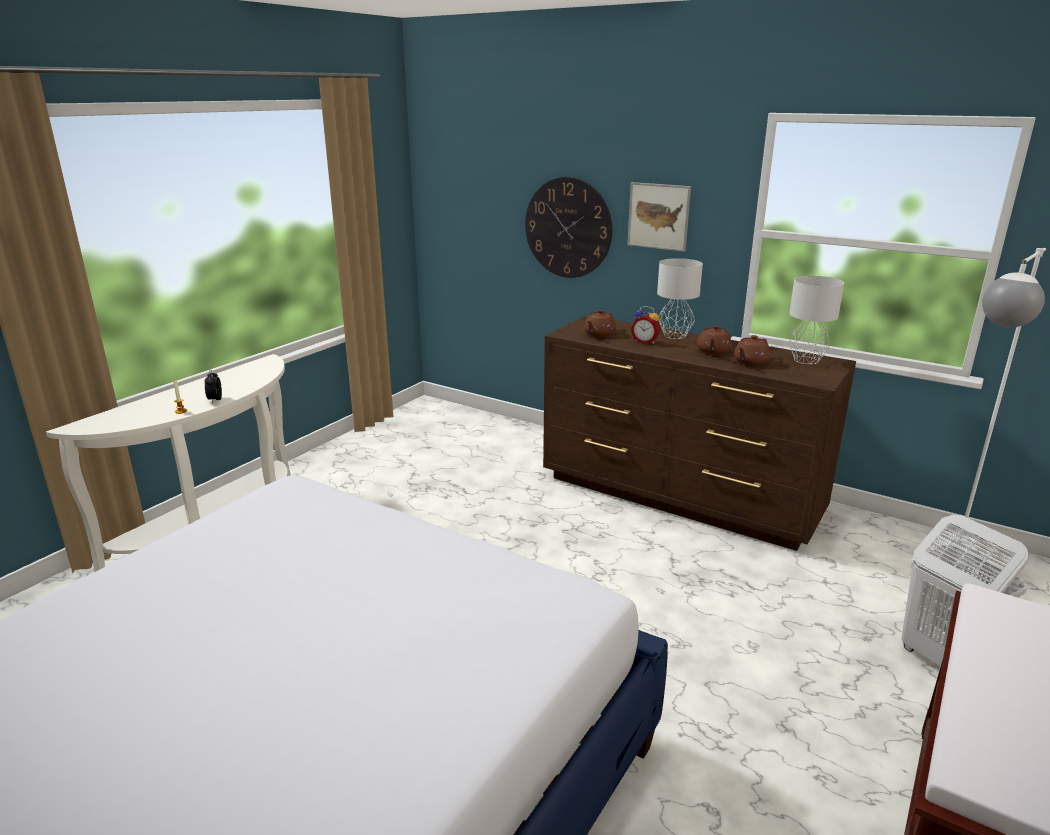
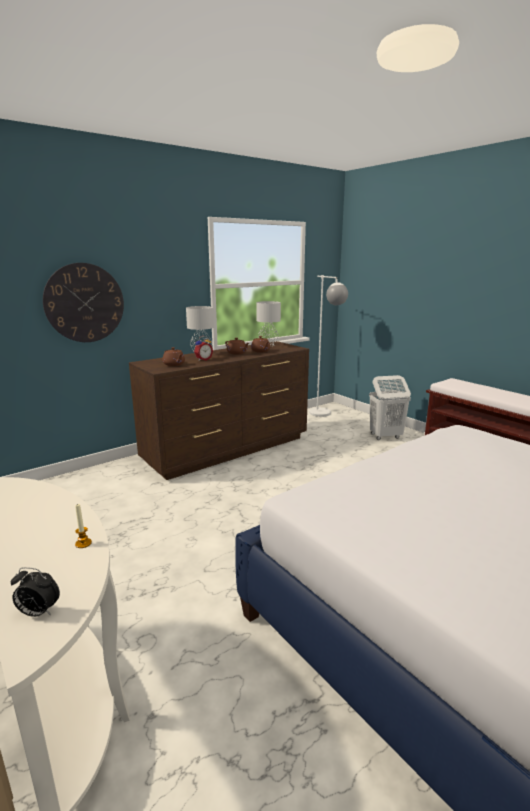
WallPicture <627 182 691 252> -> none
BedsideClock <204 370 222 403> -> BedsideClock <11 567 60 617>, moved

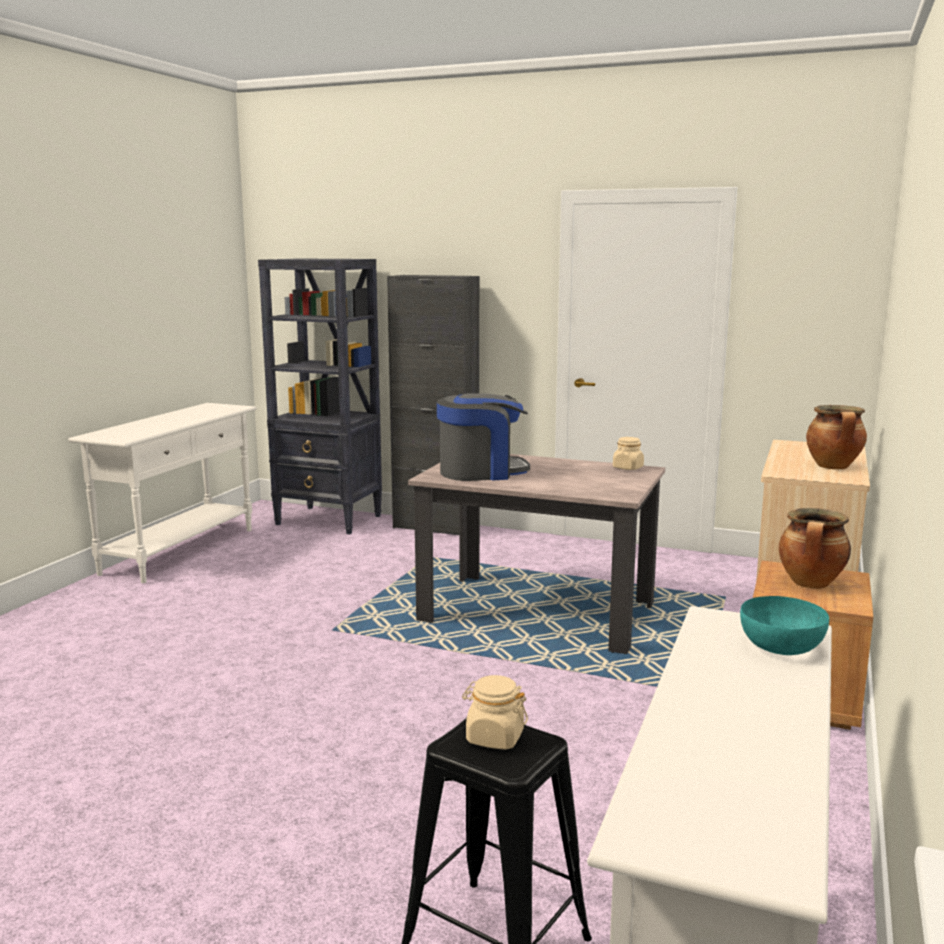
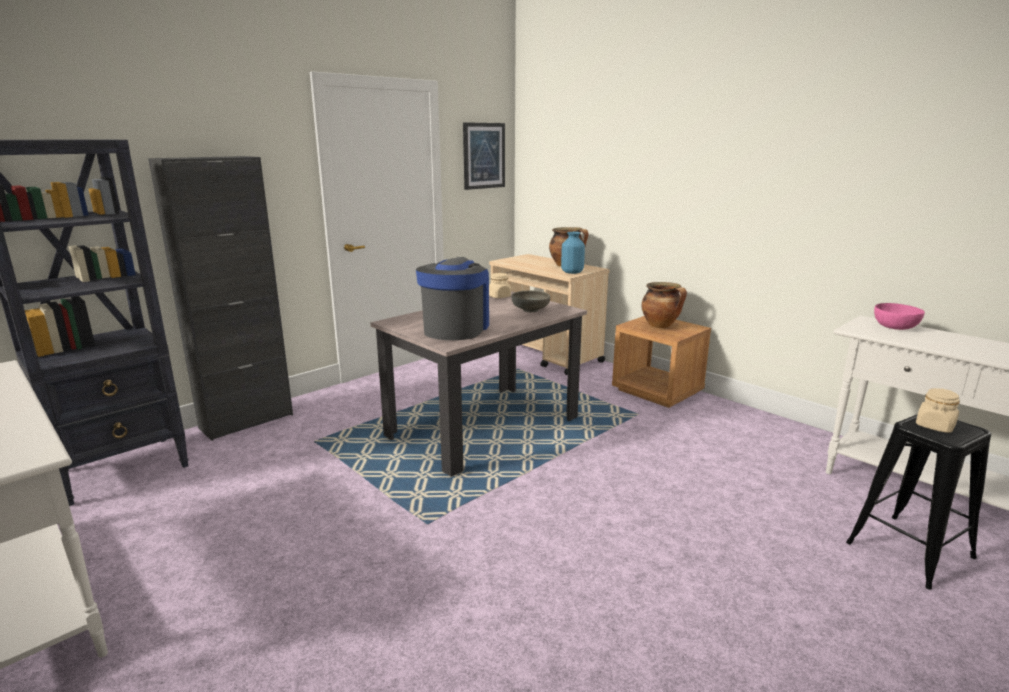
TurquoiseBowl <740 596 829 655> -> PinkColouredBowl <874 303 925 330>
none -> WallPicture <463 122 505 190>
none -> BlueColouredVase <561 232 585 274>
none -> GrayBowl <512 290 550 312>

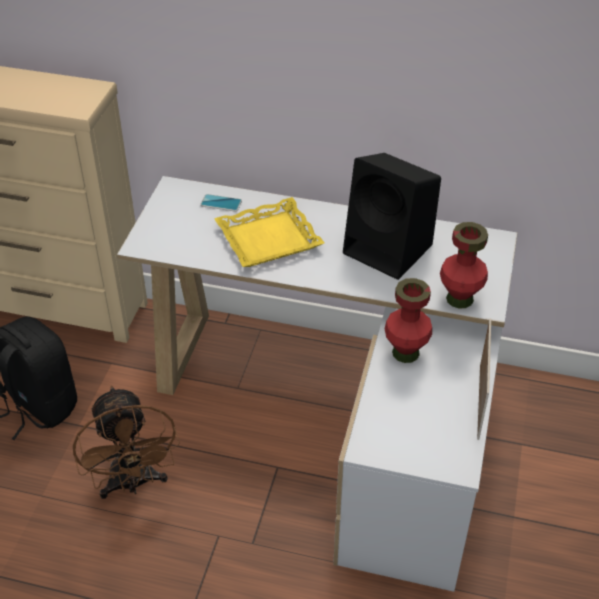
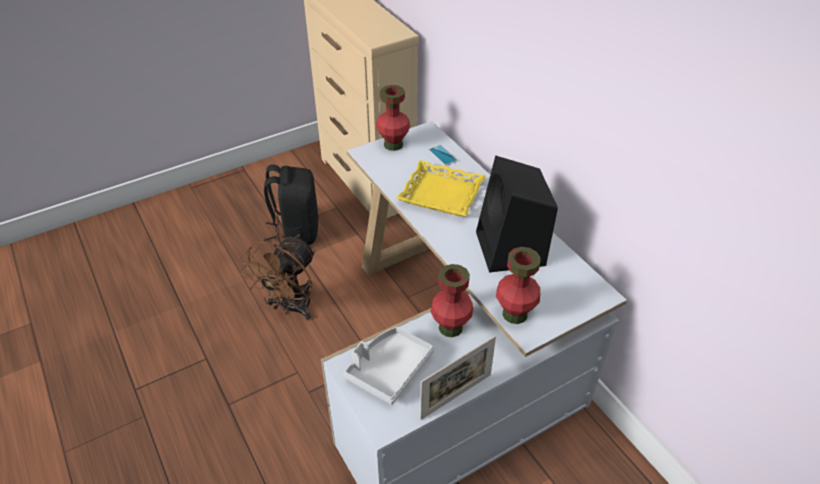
none -> RedVase <376 85 410 151>
none -> GrayTray <343 327 434 405>

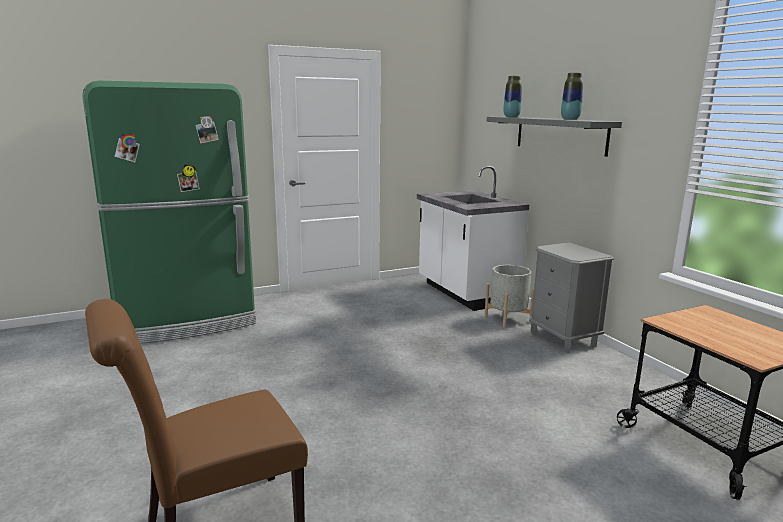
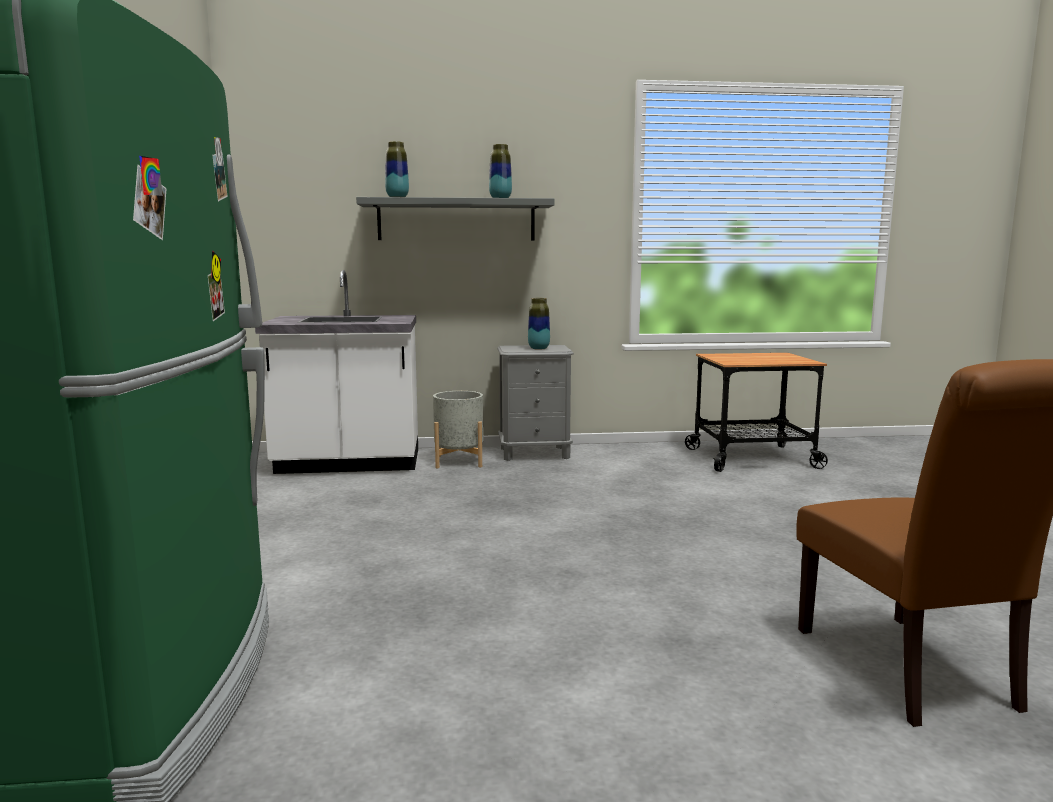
none -> Vase <528 298 550 350>

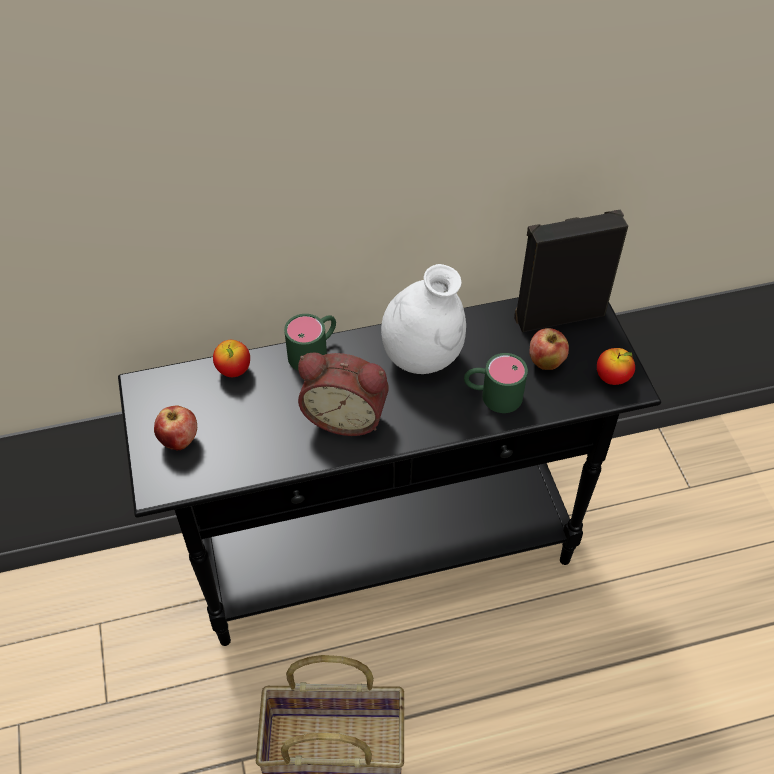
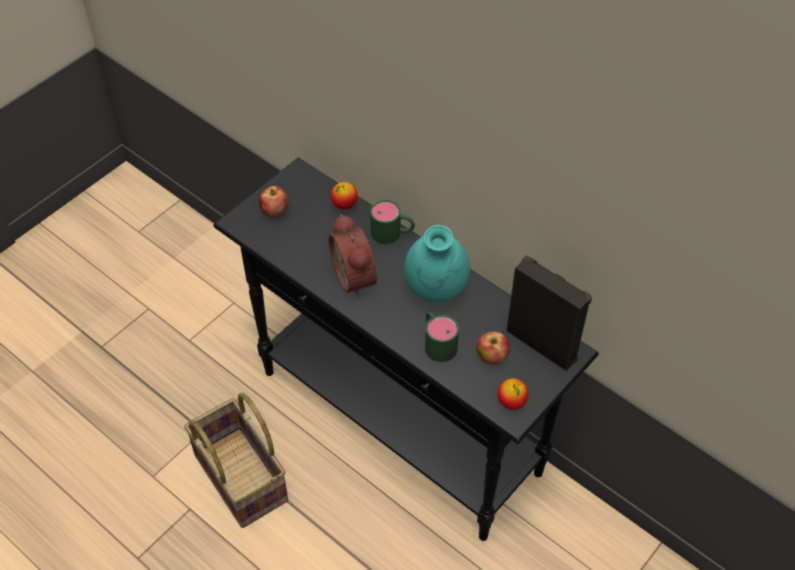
WhitishVase <381 264 466 374> -> TurquoiseVase <404 225 470 302>

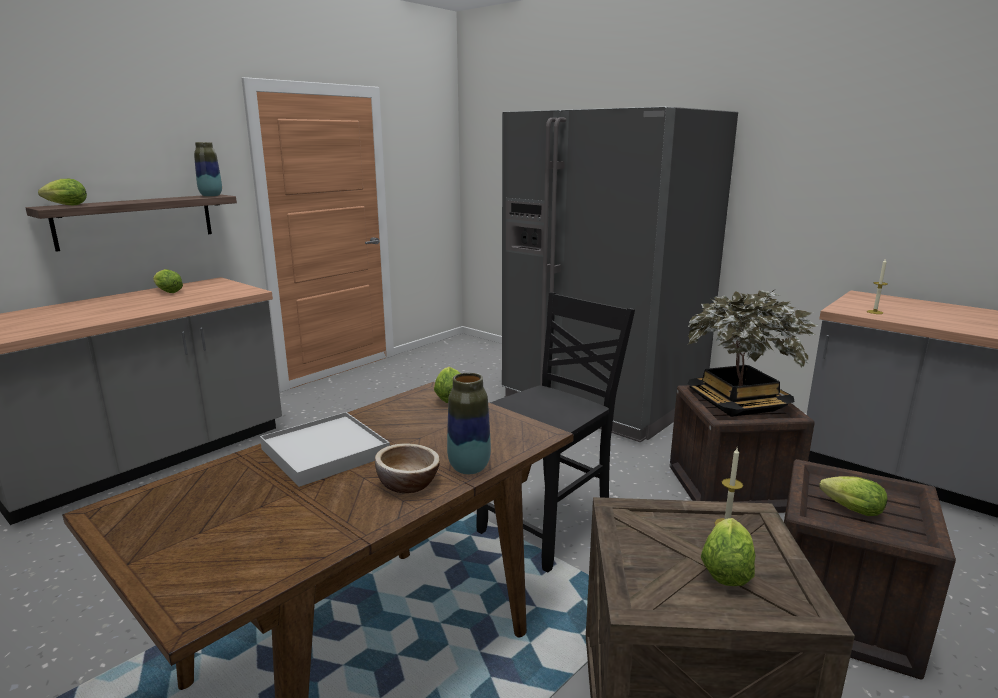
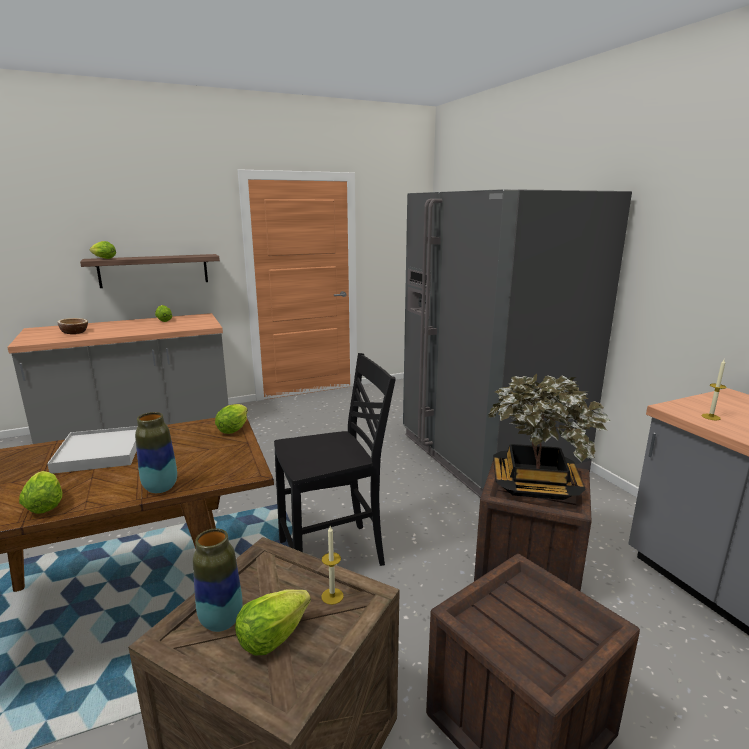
Vase <194 142 222 197> -> Vase <193 528 243 632>, moved
Bowl <375 443 440 493> -> Bowl <57 318 88 334>, moved
HeadOfLettuce <819 476 887 516> -> HeadOfLettuce <19 471 63 514>, moved

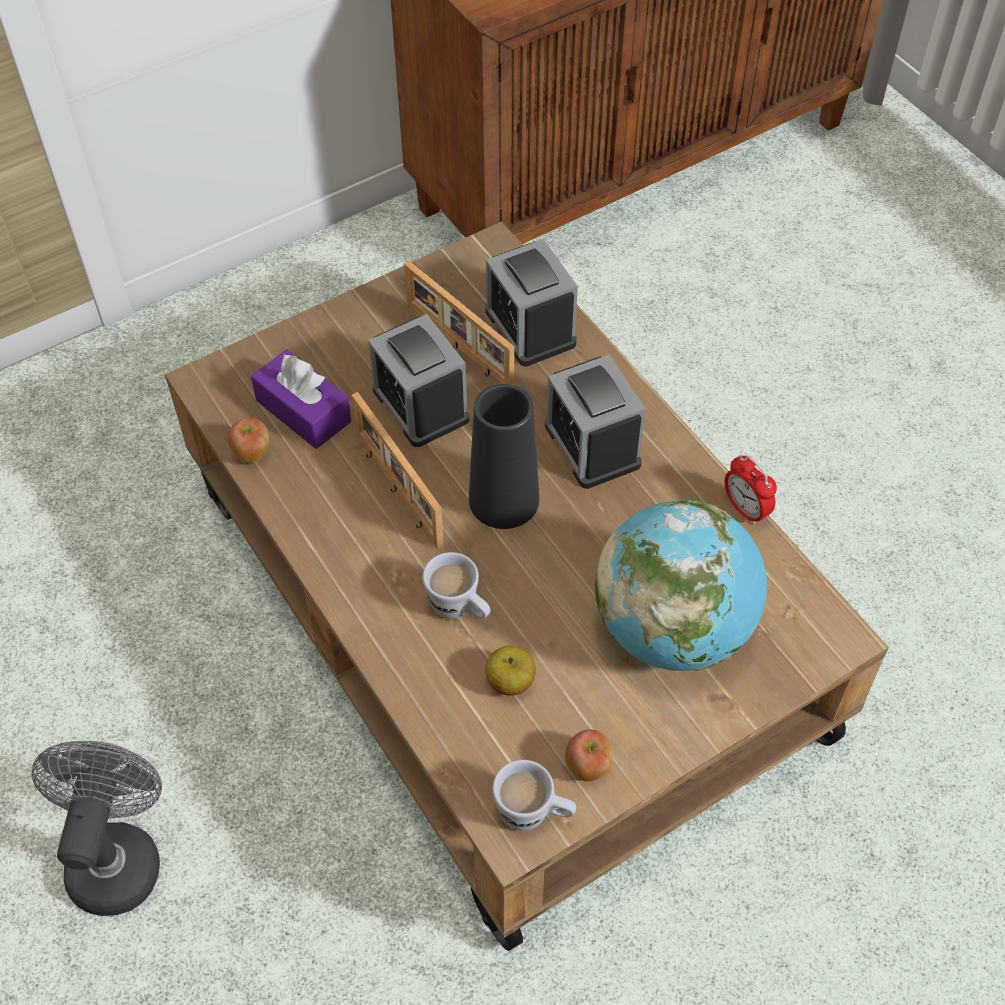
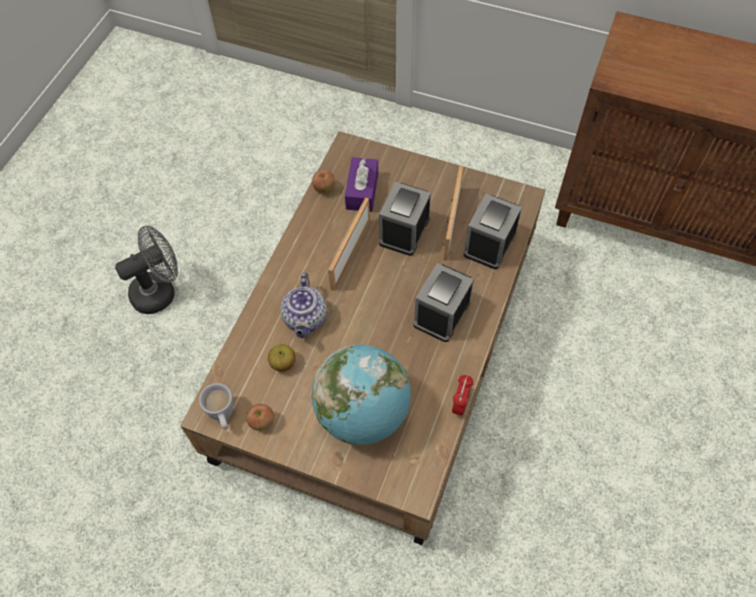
BlackColouredVase <469 384 539 529> -> none
WhitishMug <423 552 491 619> -> Teapot <280 273 327 338>

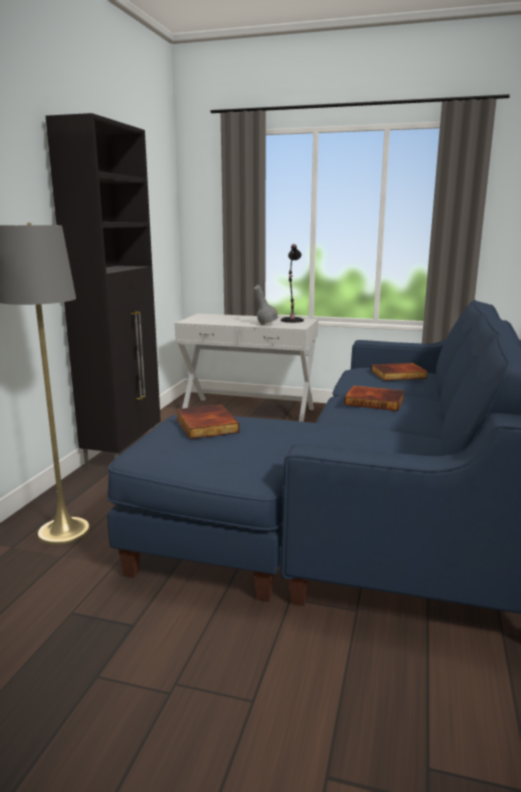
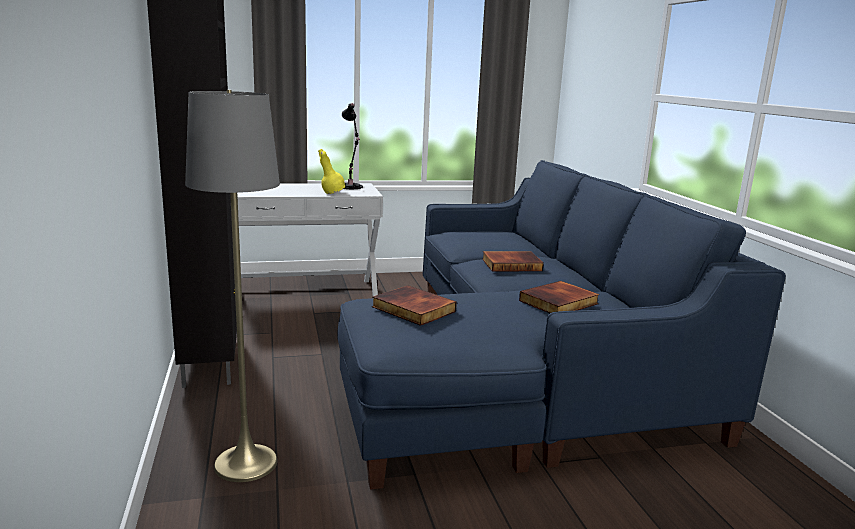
GrayVase <254 285 278 325> -> YellowVase <318 149 345 194>
BoundBook <371 363 428 381> -> BoundBook <519 281 599 313>, moved

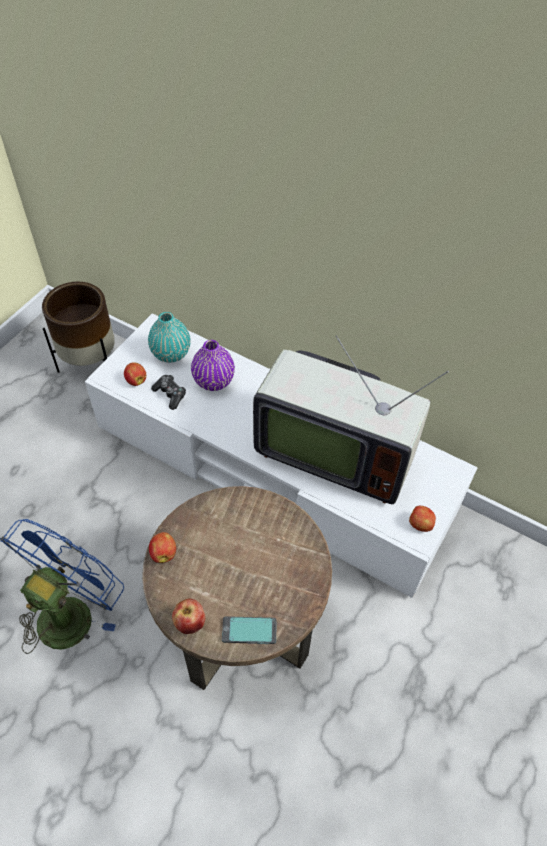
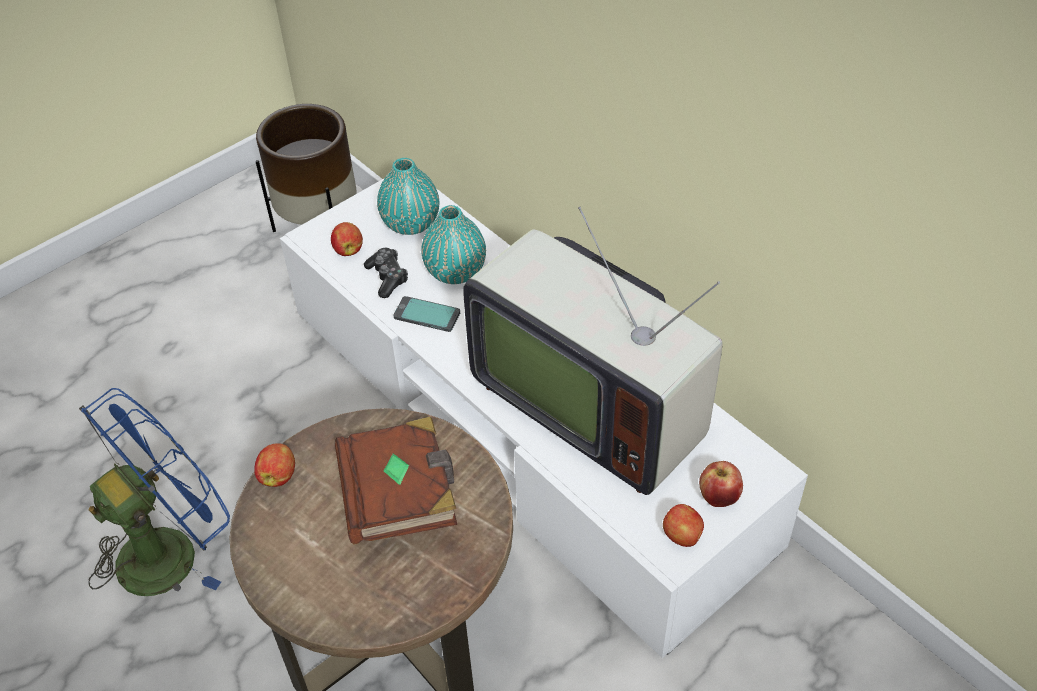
PurpleVase <191 340 235 391> -> TurquoiseVase <421 205 486 284>
AppleFruit <172 598 205 634> -> AppleFruit <699 461 743 507>, moved
Handset <222 616 277 644> -> Handset <393 296 460 332>, moved
none -> BrownishBoundBook <335 417 457 545>

